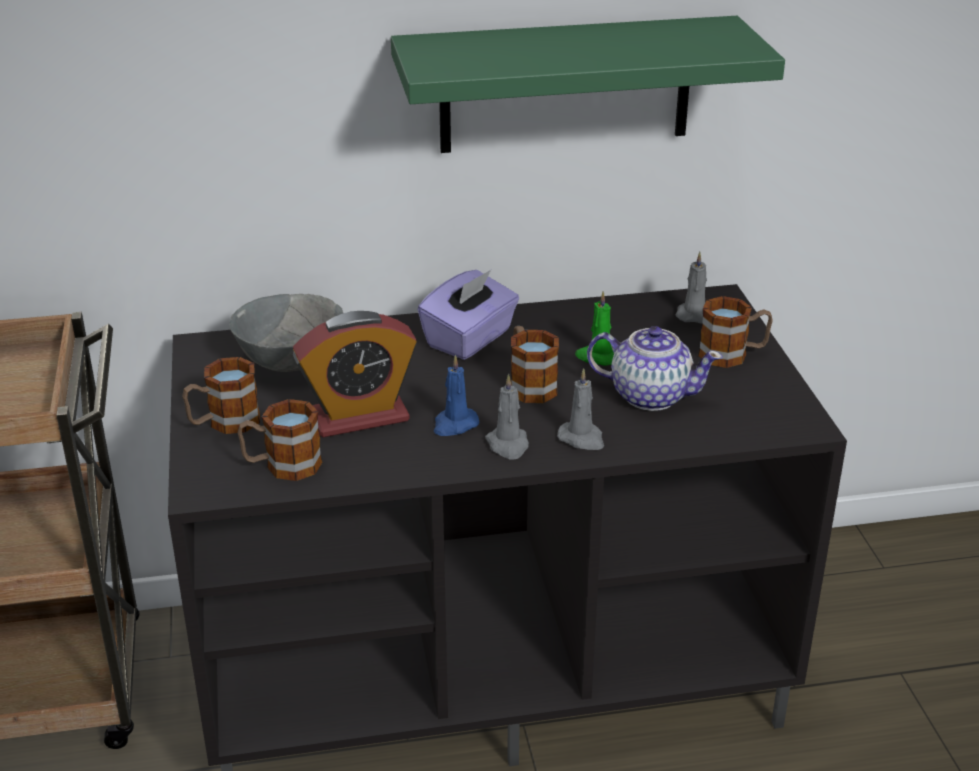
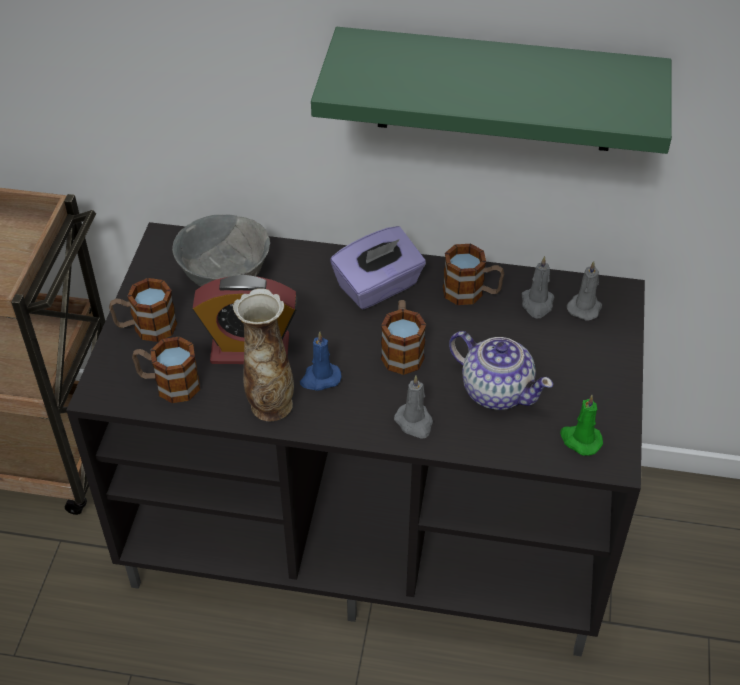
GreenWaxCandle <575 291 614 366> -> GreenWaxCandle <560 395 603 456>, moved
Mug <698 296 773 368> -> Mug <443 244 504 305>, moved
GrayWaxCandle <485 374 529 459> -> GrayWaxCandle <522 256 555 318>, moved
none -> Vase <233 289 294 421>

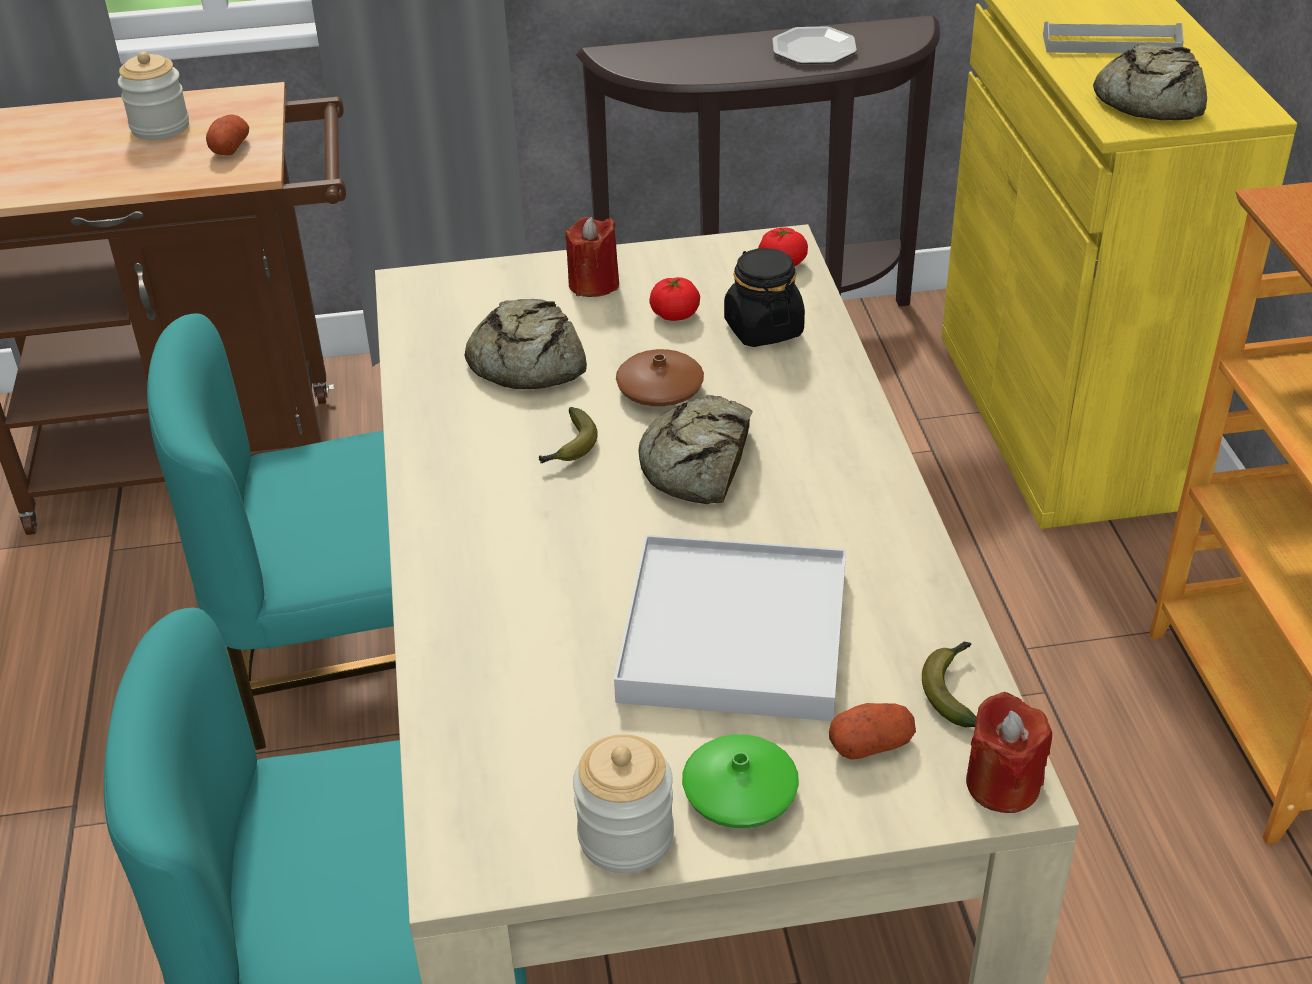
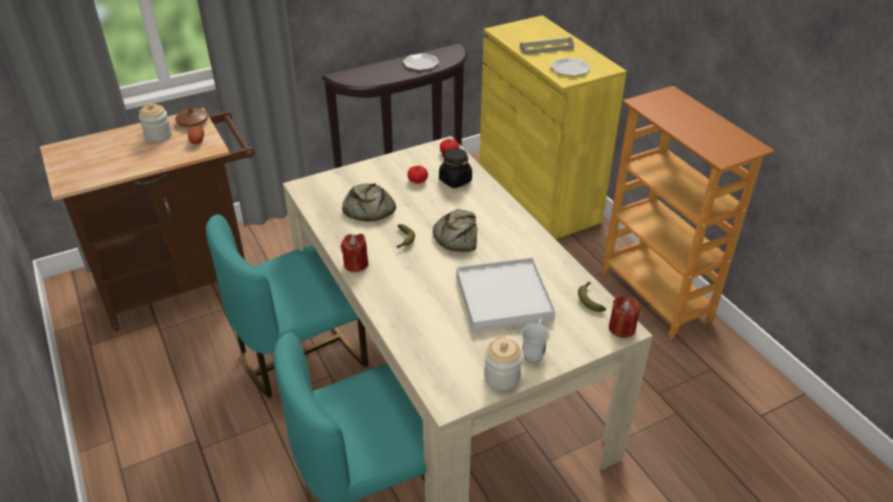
BakedBread <1093 43 1207 120> -> DinnerPlate <551 57 591 77>
RedWaxCandle <566 217 619 297> -> RedWaxCandle <341 234 369 272>, moved
BrownishVase <616 349 704 406> -> BrownishVase <175 108 208 127>, moved
Spud <829 703 916 760> -> none
GreenVase <682 734 799 828> -> WhitishMug <521 319 550 363>

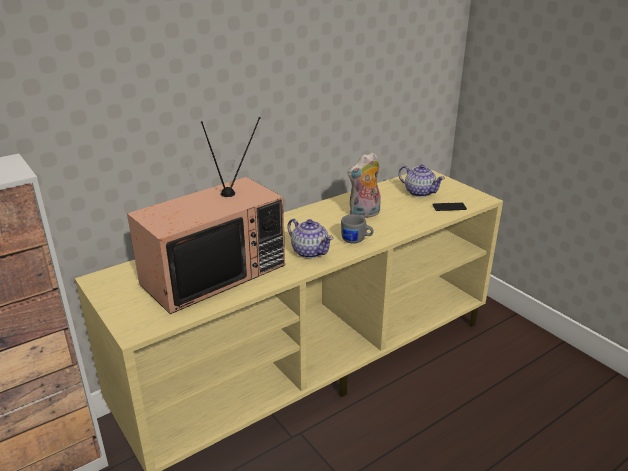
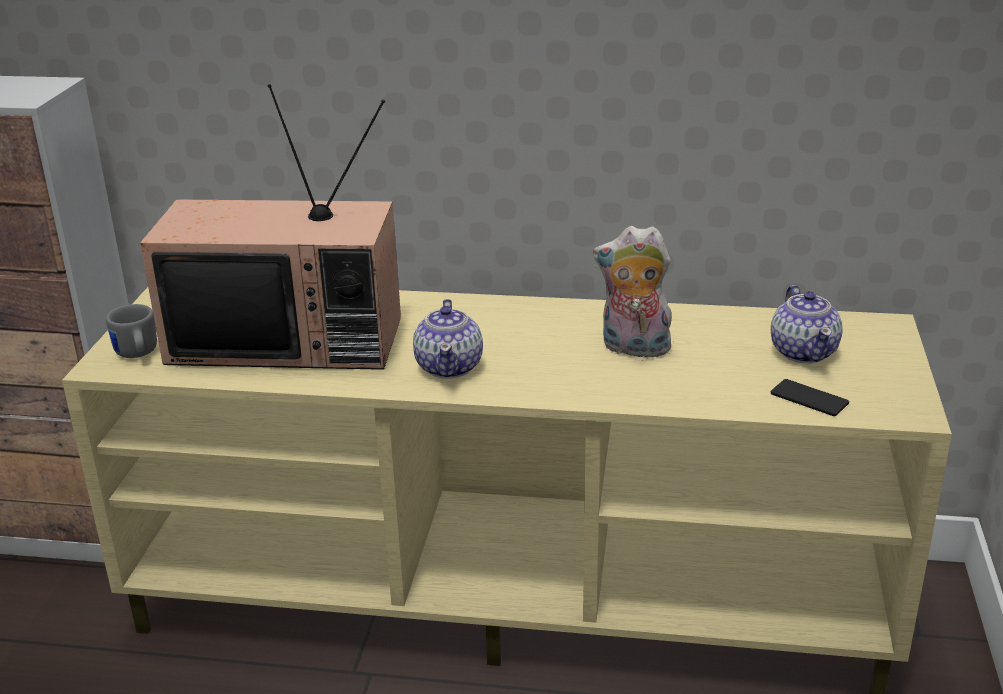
GrayMug <341 214 374 244> -> GrayMug <106 304 157 358>, moved

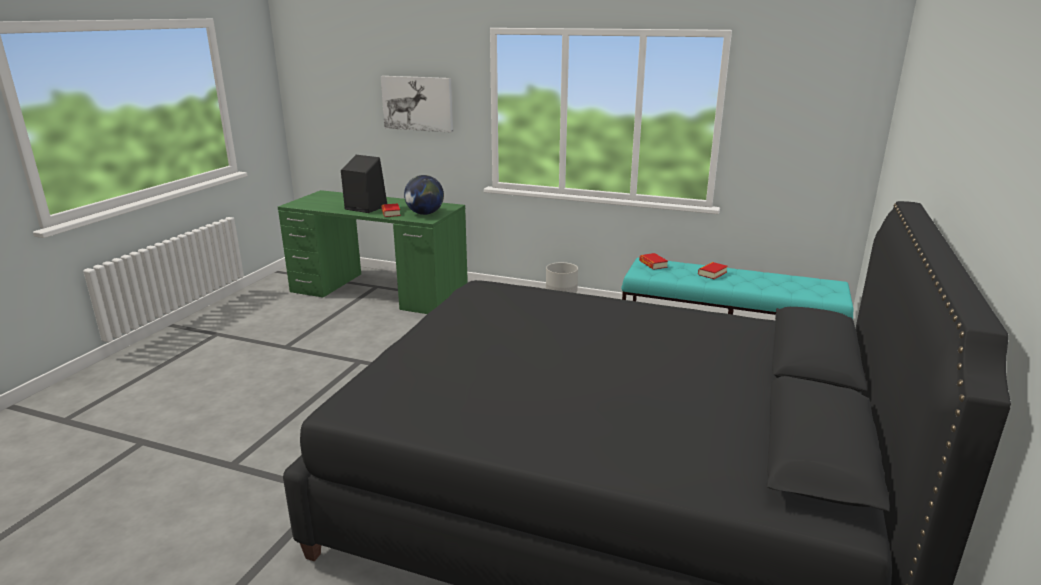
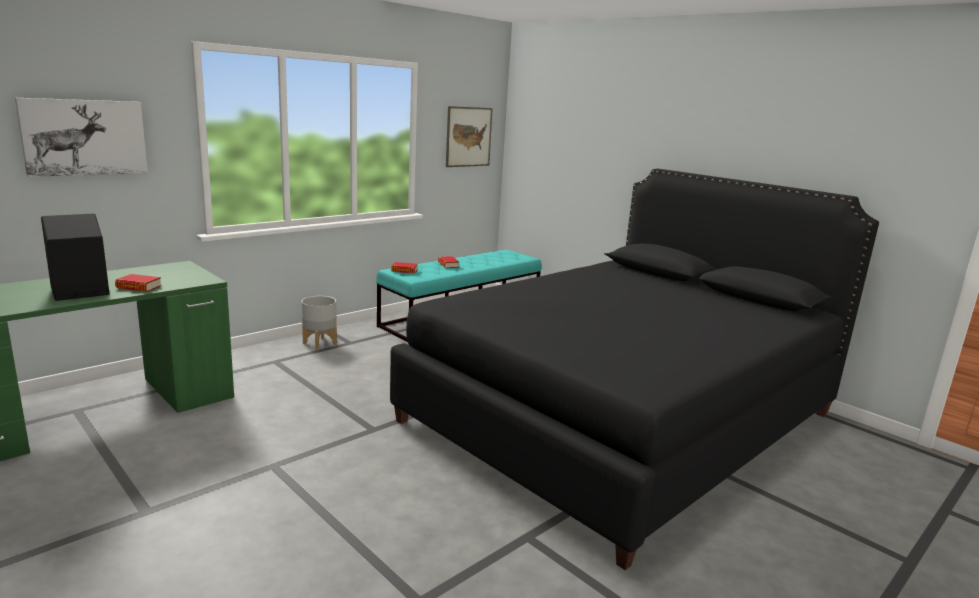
WorldGlobe <404 175 444 215> -> none
none -> WallPicture <446 106 493 167>

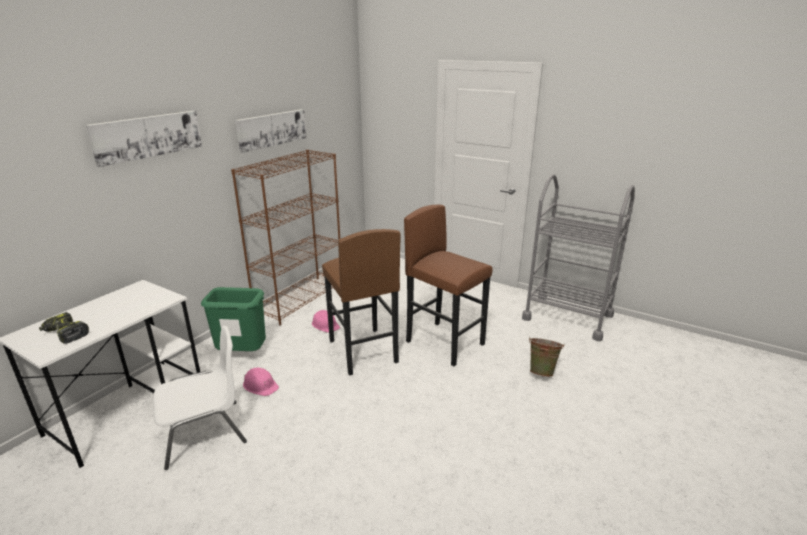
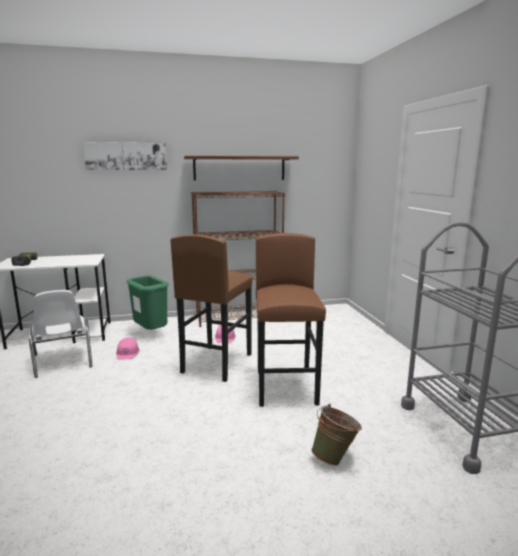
WallPicture <235 109 306 153> -> BrownishBracketShelf <184 156 299 181>
WhitishChair <153 326 247 470> -> WhitishChair <28 290 93 378>, 45 degrees clockwise

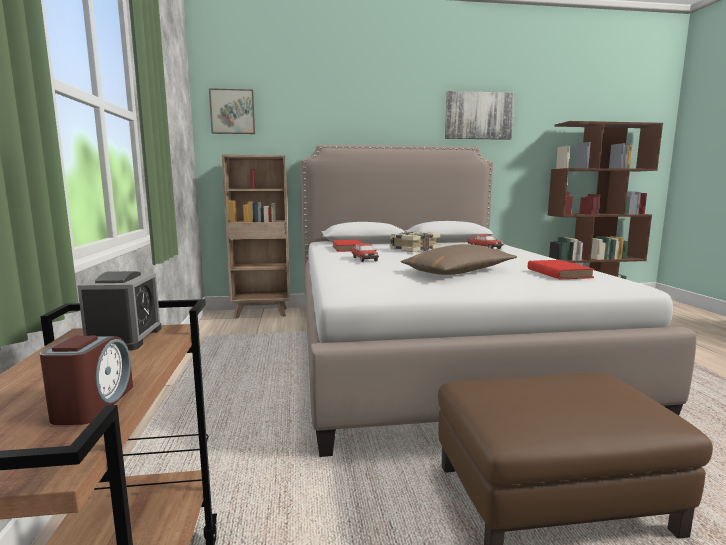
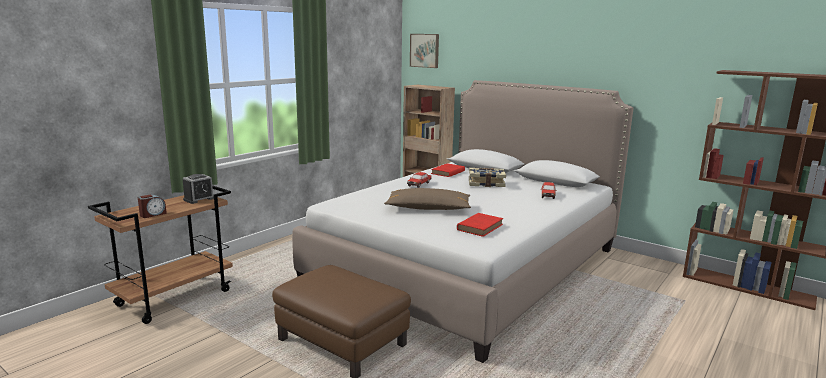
WallPicture <445 91 515 140> -> none

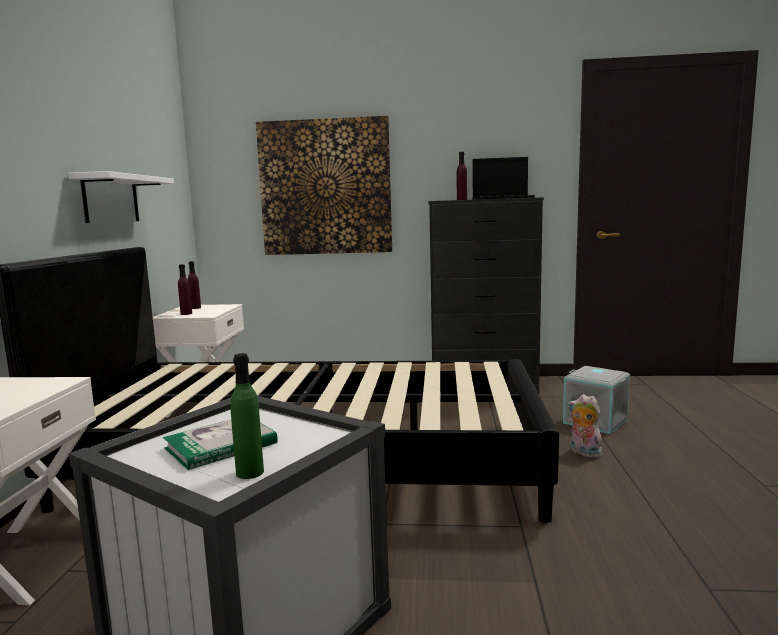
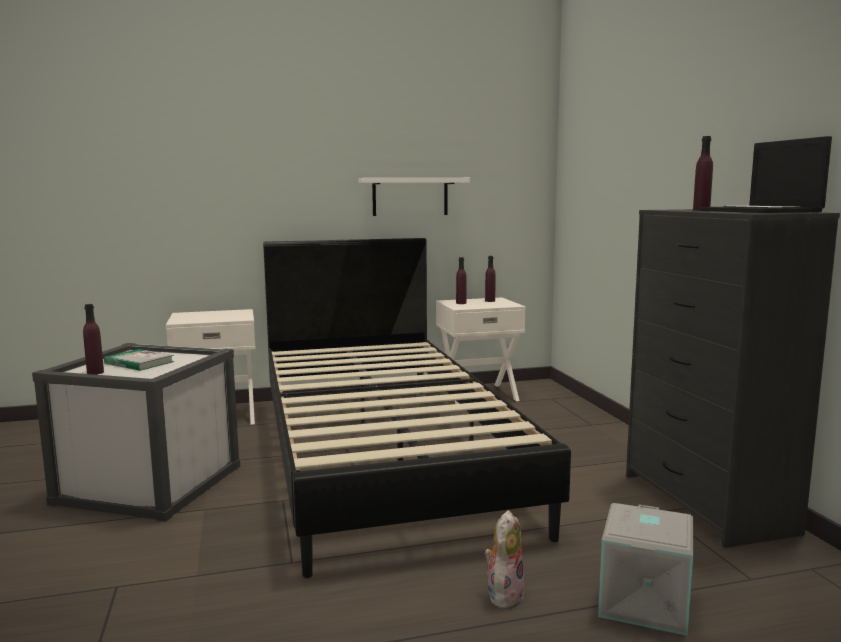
WallPicture <256 116 392 255> -> none
GreenBeverageBottle <230 353 264 479> -> PurpleBeverageBottle <83 304 104 375>

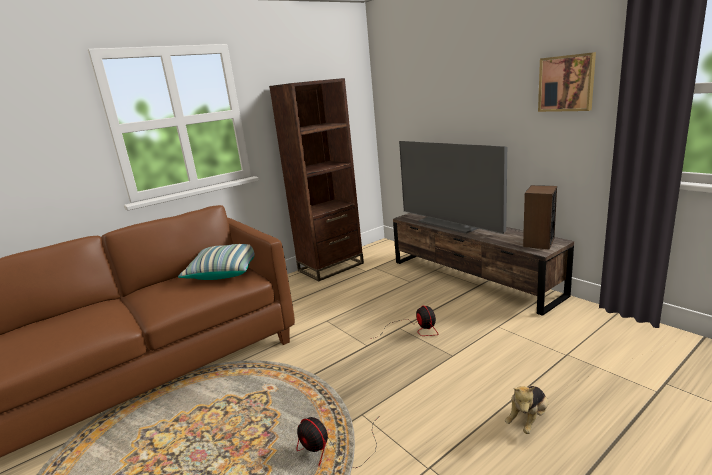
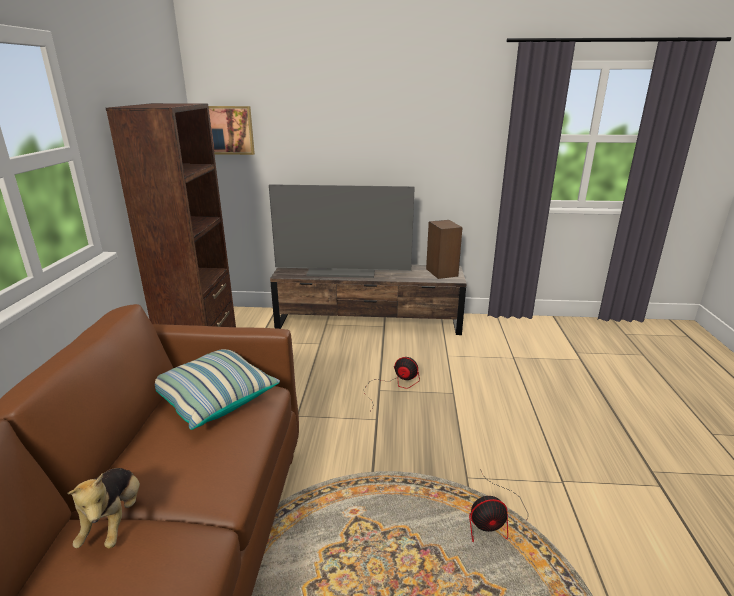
WallPicture <538 52 596 112> -> WallPicture <208 106 255 155>, moved
SoftToy <505 386 548 434> -> SoftToy <67 468 140 548>, moved

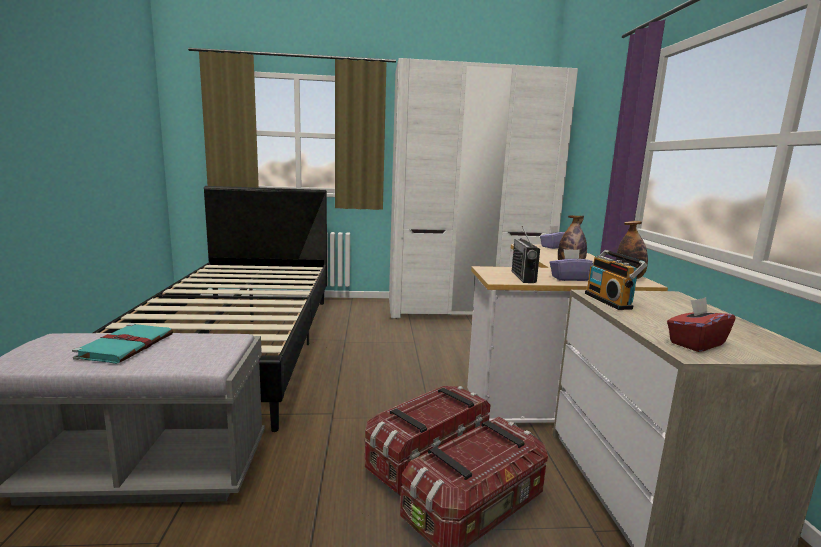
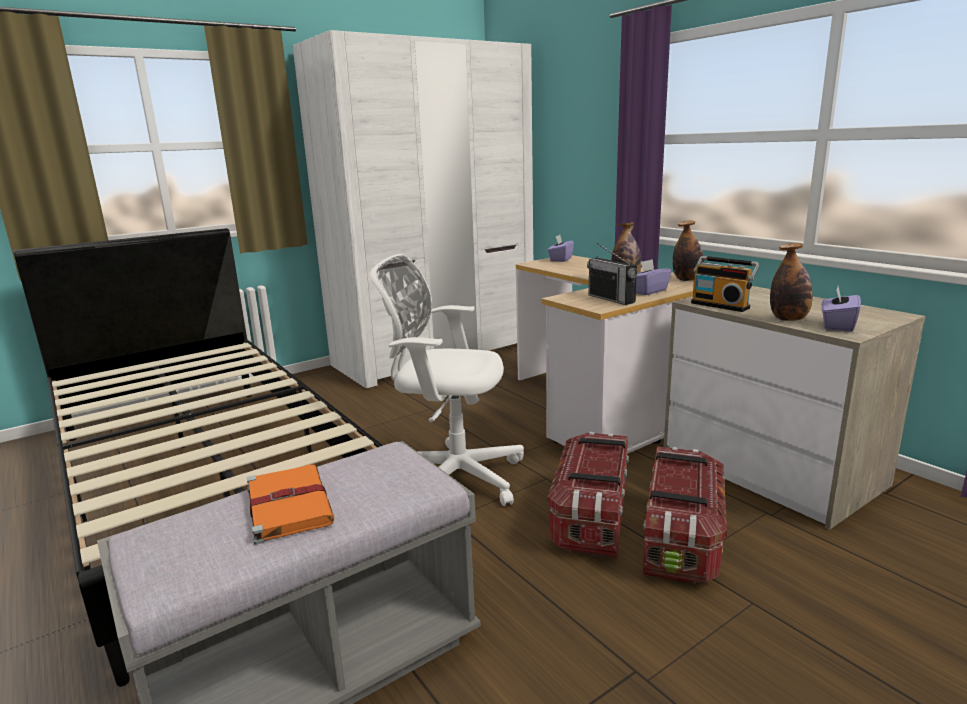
RedBoxOfTissues <667 297 736 352> -> PurpleBoxOfTissues <821 286 861 332>
TurquoiseBoundBook <72 323 173 364> -> OrangeBoundBook <247 465 334 545>
none -> BeverageBottle <770 243 813 321>
none -> WhitishDeskChair <370 254 524 506>

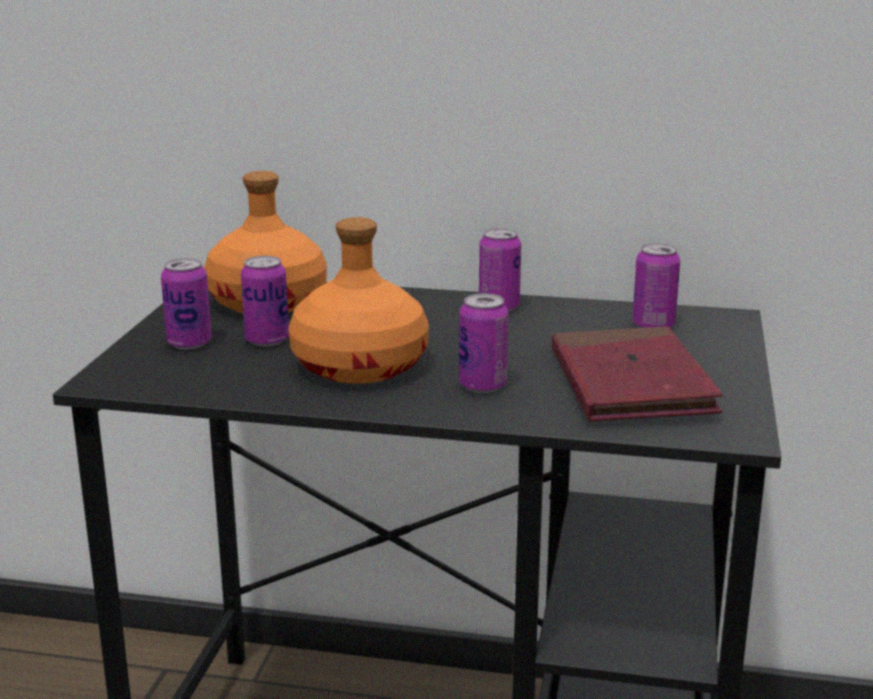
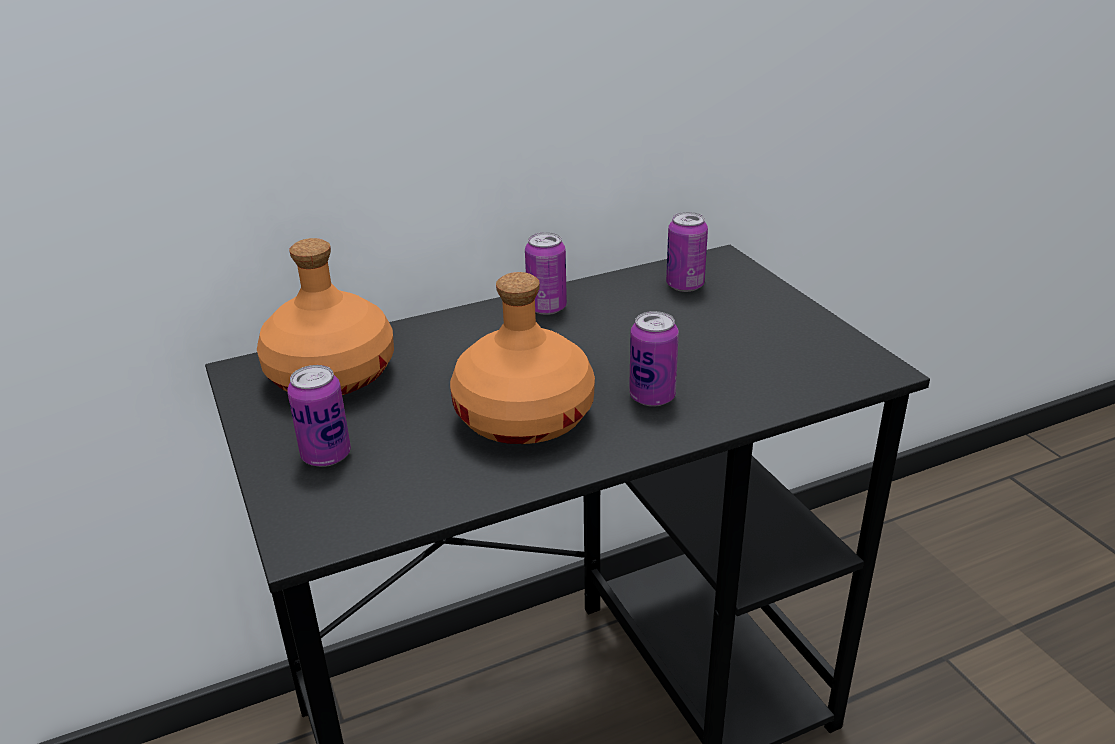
SealedCan <241 256 289 347> -> none
RedBoundBook <552 326 723 422> -> none

